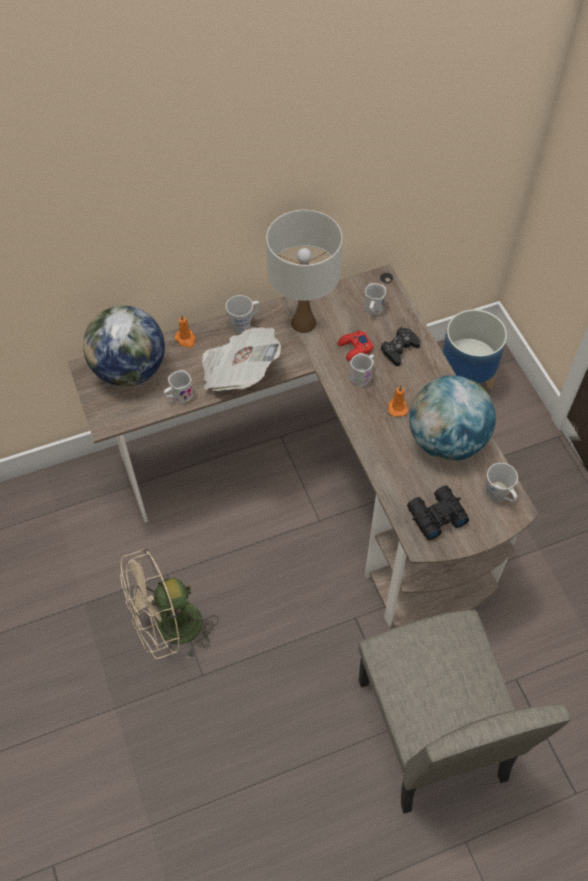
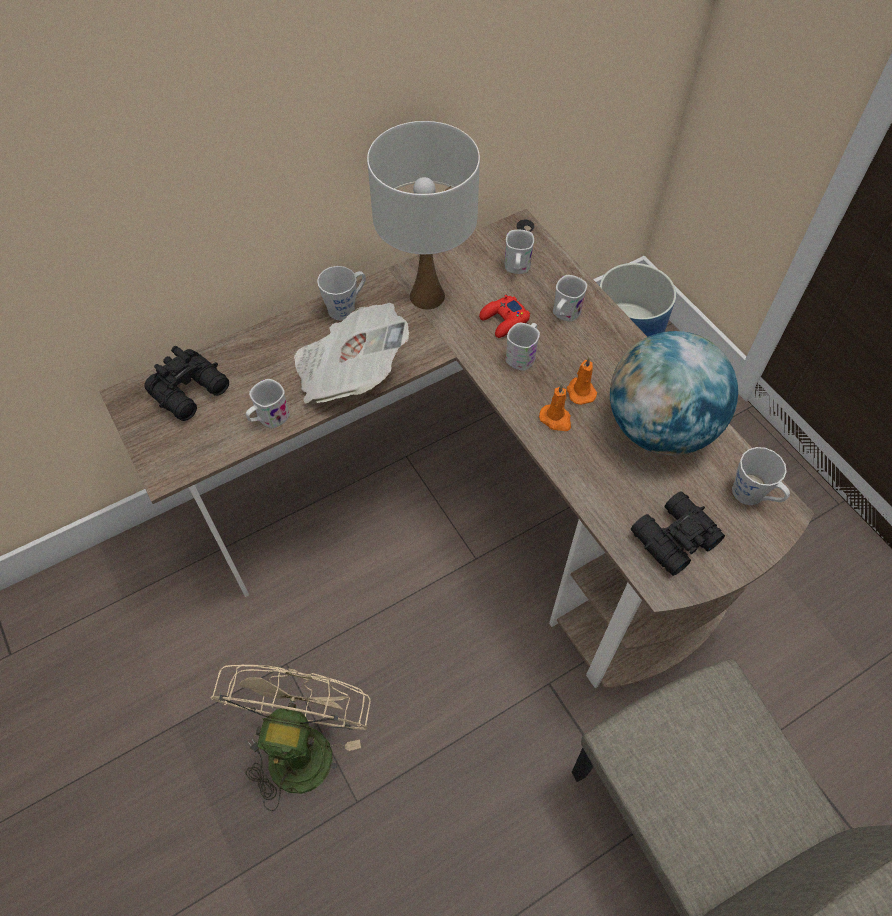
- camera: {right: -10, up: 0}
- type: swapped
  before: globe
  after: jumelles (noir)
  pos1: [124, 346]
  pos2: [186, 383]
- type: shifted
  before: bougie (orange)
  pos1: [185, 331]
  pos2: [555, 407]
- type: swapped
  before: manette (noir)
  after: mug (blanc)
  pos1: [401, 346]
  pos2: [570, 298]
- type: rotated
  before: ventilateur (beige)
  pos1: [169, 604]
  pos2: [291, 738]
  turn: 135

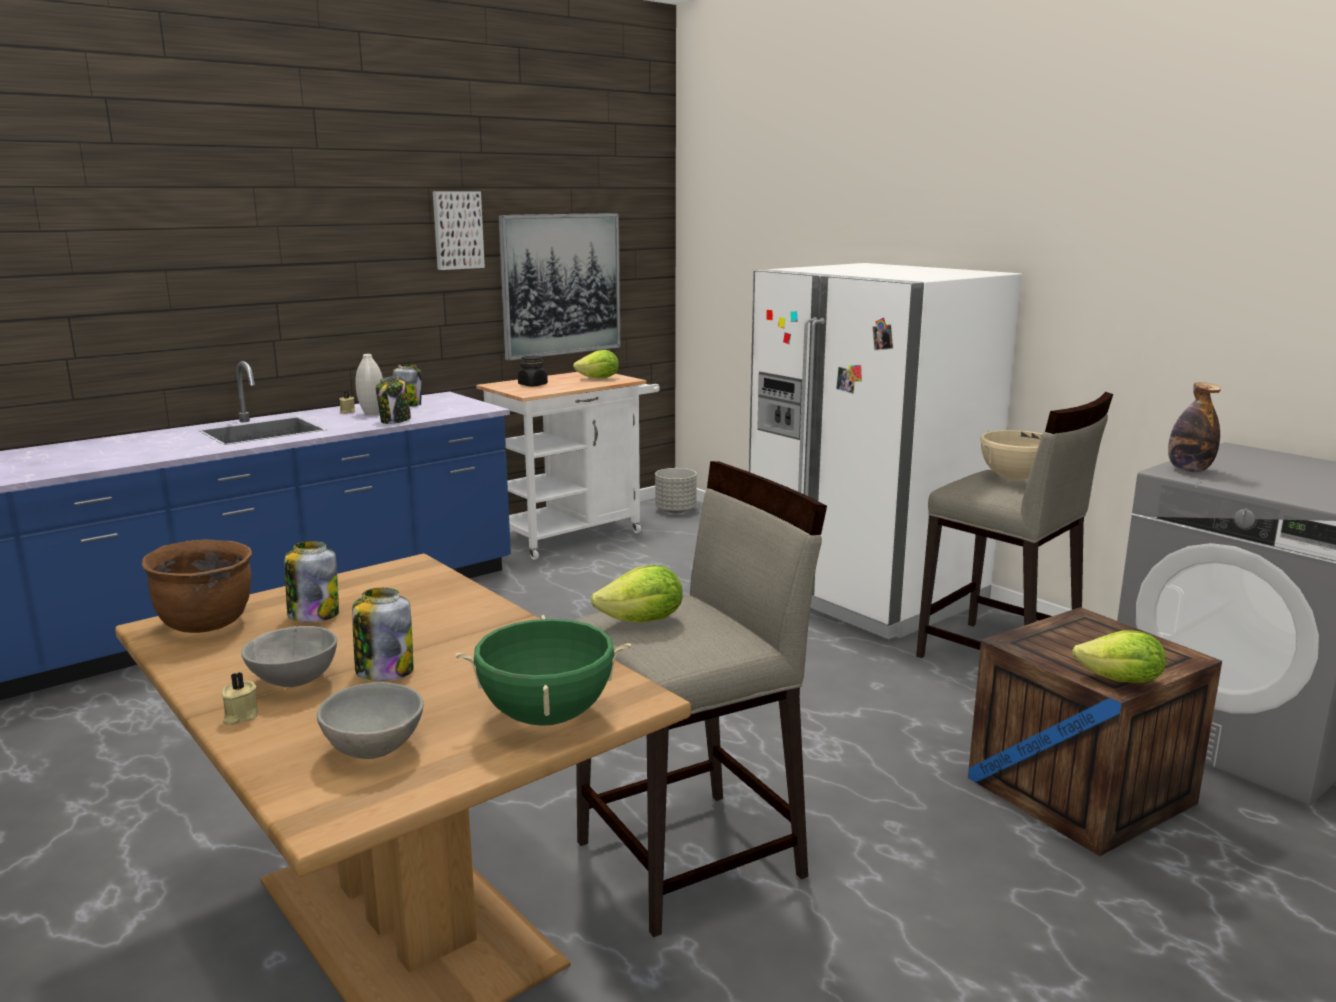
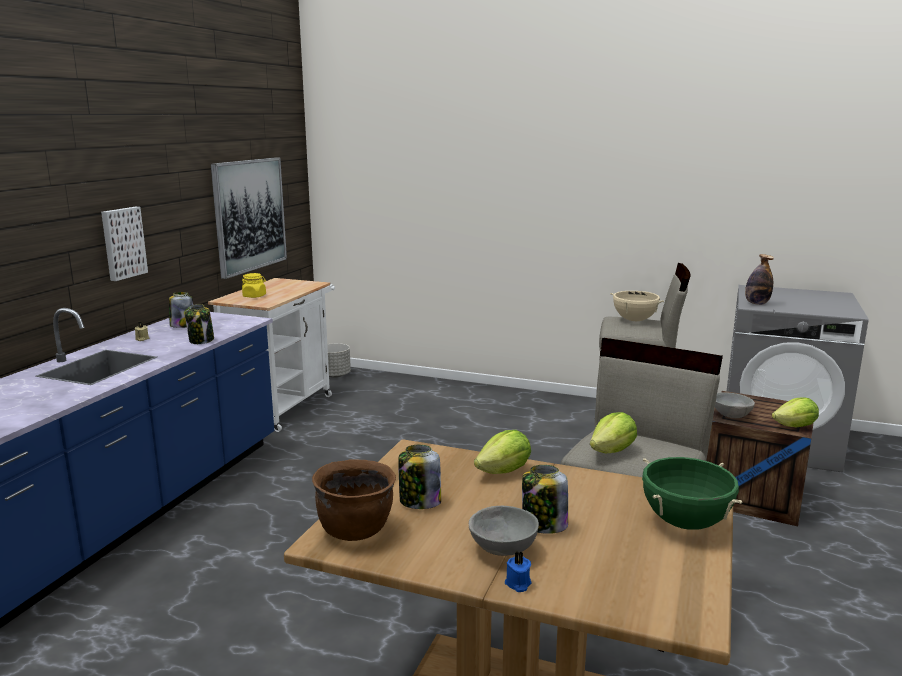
- camera: {right: -30, up: 0}
- type: shifted
  before: tableau
  pos1: [459, 231]
  pos2: [124, 244]
- type: gone
  before: réfrigérateur (blanc)
  pos1: [885, 451]
- type: shifted
  before: laitue
  pos1: [596, 364]
  pos2: [502, 452]
- type: gone
  before: vase (blanc)
  pos1: [369, 384]
- type: repainted
  before: bocal (noir)
  after: bocal (jaune)
  pos1: [533, 371]
  pos2: [254, 285]
- type: repainted
  before: bougie (beige)
  after: bougie (bleu)
  pos1: [240, 698]
  pos2: [518, 571]
- type: shifted
  before: bol (gris)
  pos1: [370, 720]
  pos2: [735, 405]

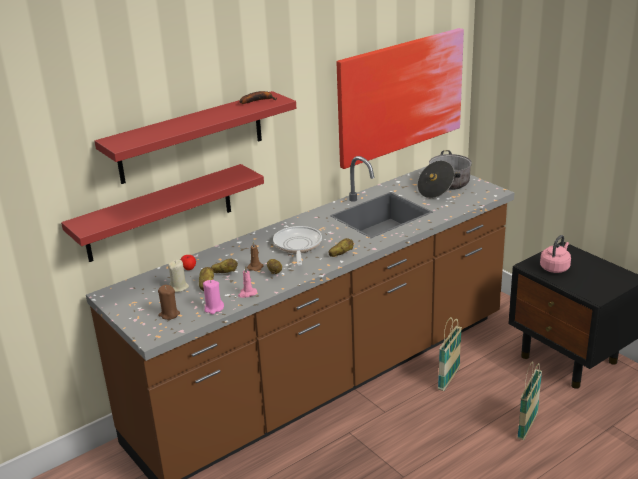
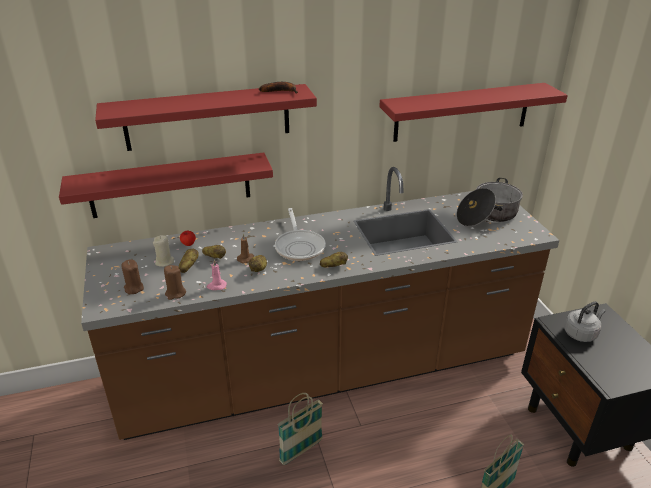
- camera: {right: 20, up: 5}
- type: swapped
  before: tableau
  after: étagère (rouge)
  pos1: [400, 98]
  pos2: [473, 112]
- type: rotated
  before: poêle
  pos1: [297, 245]
  pos2: [300, 234]
  turn: 150
- type: repainted
  before: bouilloire (rose)
  after: bouilloire (gris)
  pos1: [555, 254]
  pos2: [585, 321]
- type: repainted
  before: bougie (rose)
  after: bougie (marron)
  pos1: [213, 297]
  pos2: [175, 282]
- type: shifted
  before: panier
  pos1: [450, 354]
  pos2: [300, 429]

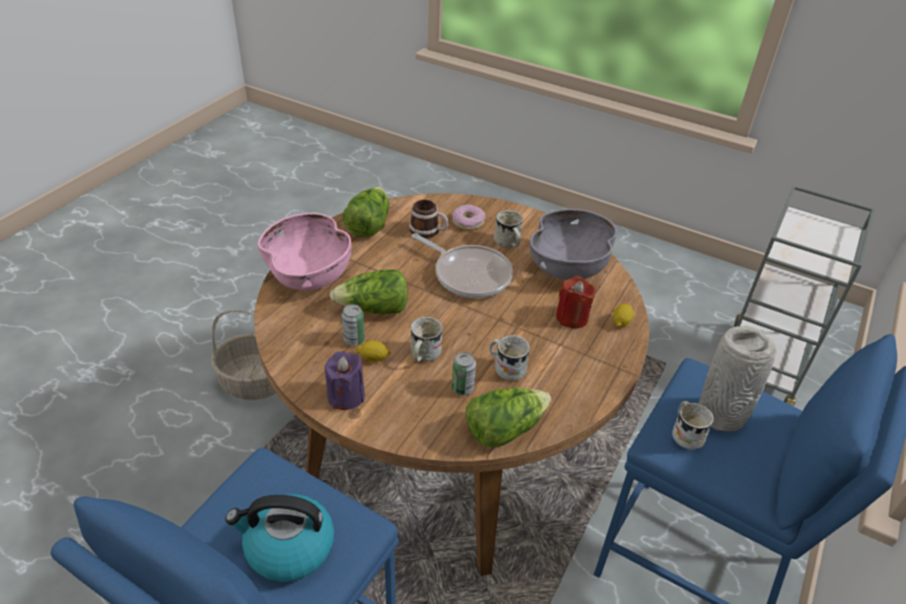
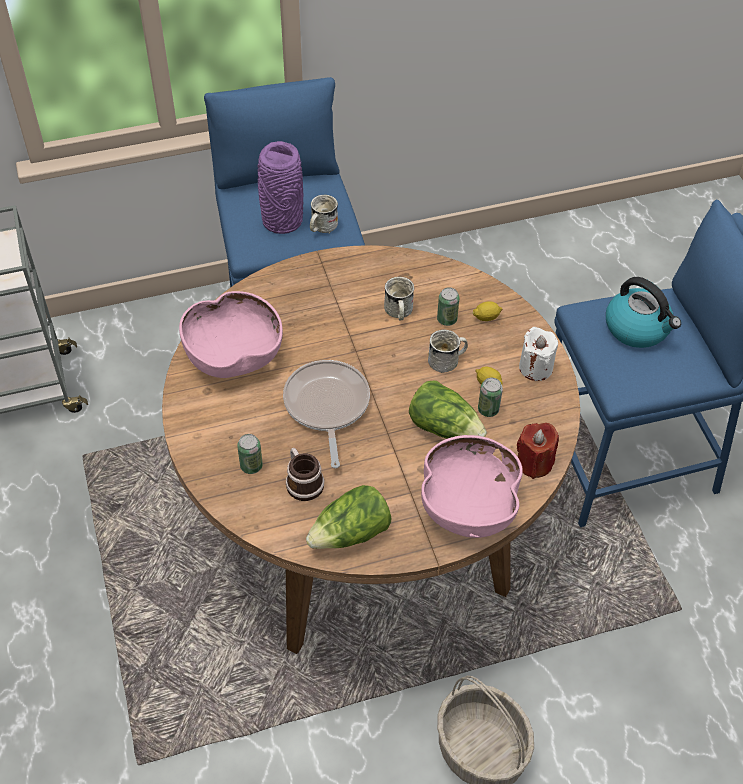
- camera: {right: -135, up: 10}
- type: swapped
  before: beignet
  after: boîte métallique
  pos1: [468, 217]
  pos2: [250, 454]
- type: repainted
  before: bol (gris)
  after: bol (rose)
  pos1: [573, 244]
  pos2: [231, 334]
- type: gone
  before: mug (blanc)
  pos1: [508, 229]
- type: shifted
  before: bougie (rouge)
  pos1: [576, 302]
  pos2: [538, 451]
- type: shifted
  before: citron
  pos1: [623, 316]
  pos2: [487, 311]
- type: repainted
  before: vase (gris)
  after: vase (violet)
  pos1: [738, 378]
  pos2: [280, 187]
- type: repainted
  before: bougie (violet)
  after: bougie (blanc)
  pos1: [345, 380]
  pos2: [538, 354]
- type: gone
  before: laitue
  pos1: [508, 417]

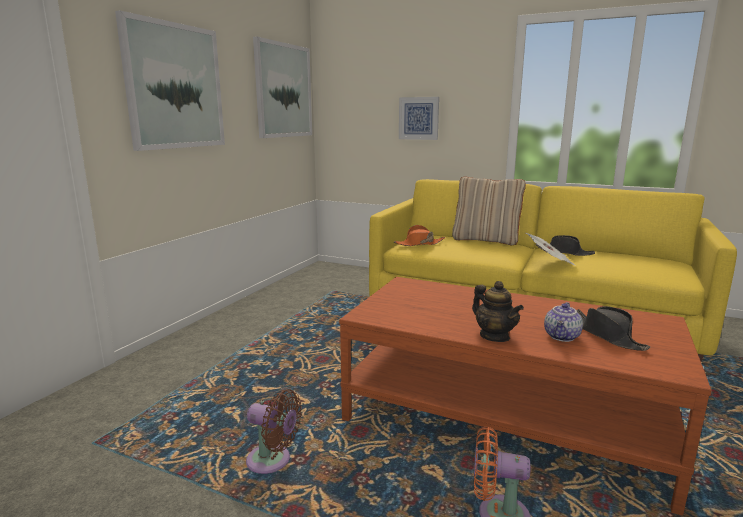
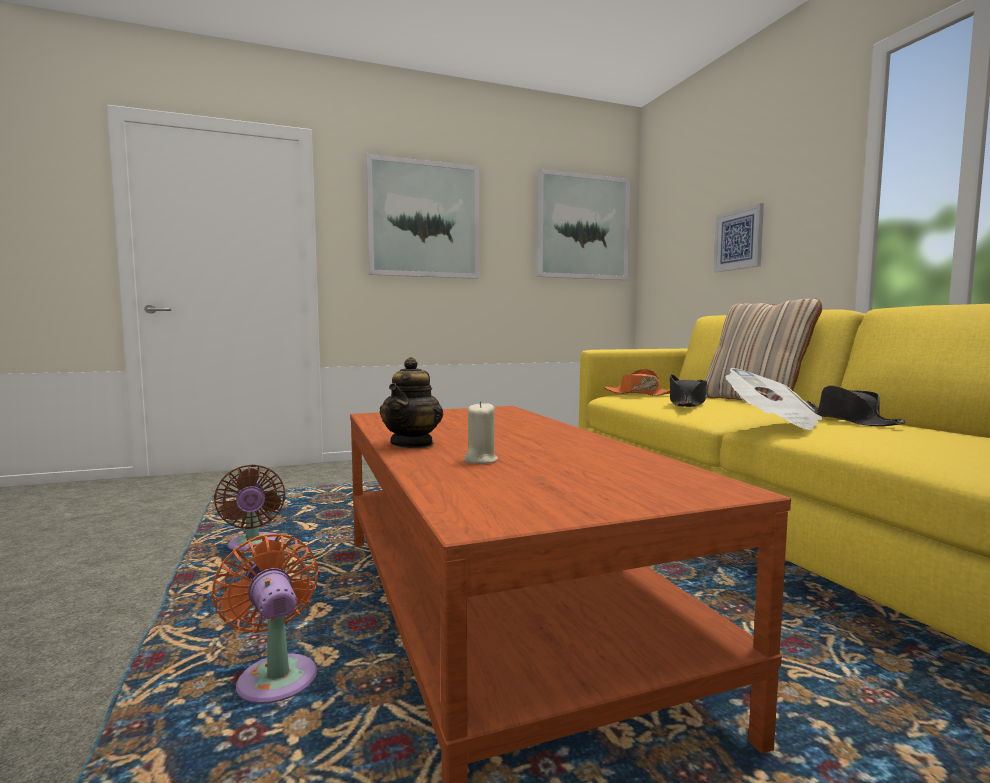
- camera: {right: 45, up: -10}
- type: swapped
  before: théière
  after: bougie (beige)
  pos1: [563, 322]
  pos2: [481, 432]
- type: shifted
  before: chapeau (noir)
  pos1: [613, 328]
  pos2: [688, 390]

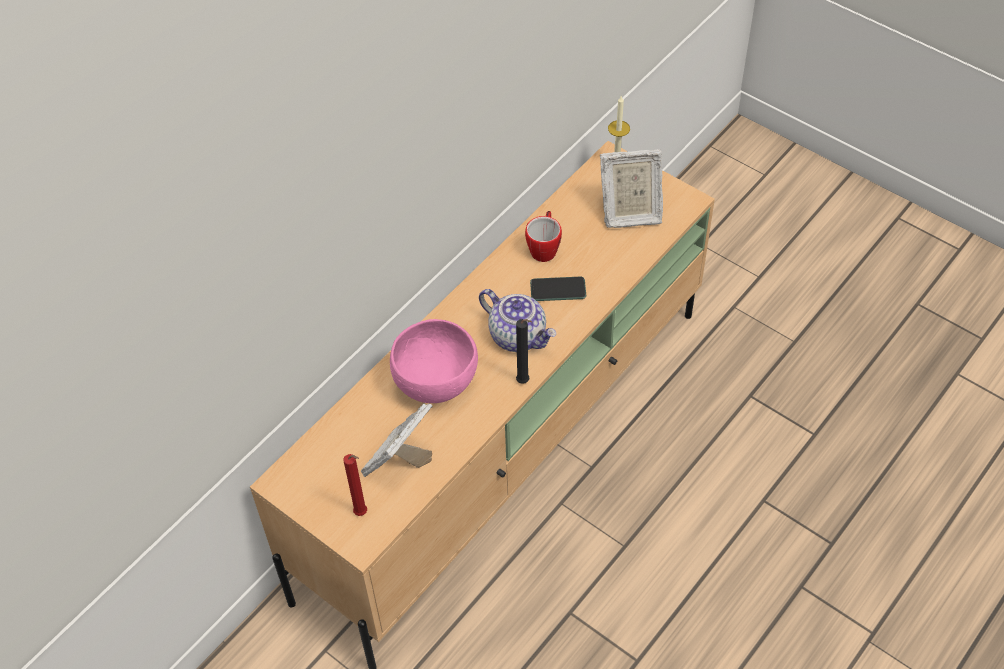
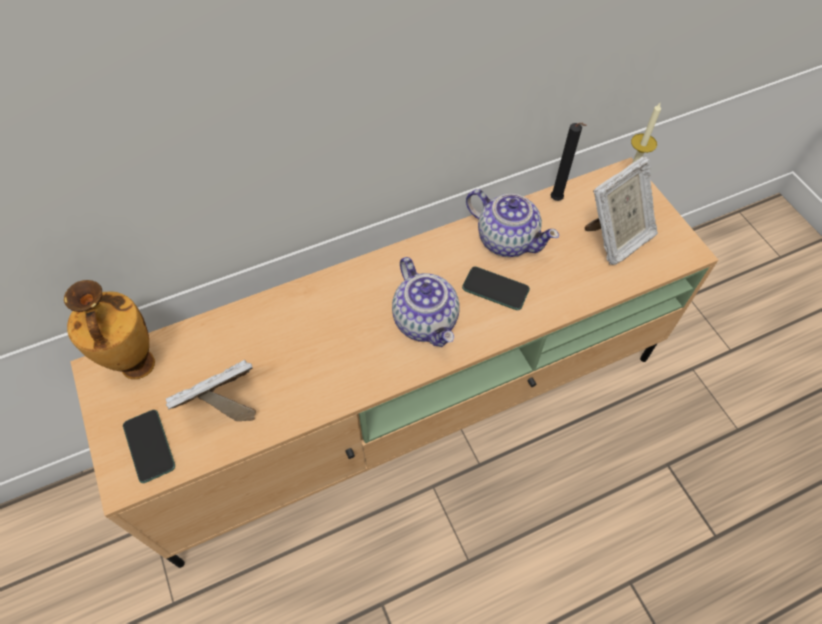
- camera: {right: 25, up: 5}
- type: rotated
  before: cadre photo
  pos1: [631, 188]
  pos2: [621, 210]
  turn: -60
- type: swapped
  before: mug
  after: théière
  pos1: [543, 236]
  pos2: [512, 223]
- type: gone
  before: bol (rose)
  pos1: [434, 361]
- type: shifted
  before: bougie (noir)
  pos1: [524, 351]
  pos2: [569, 162]
- type: swapped
  before: bougie (rouge)
  after: téléphone
  pos1: [355, 485]
  pos2: [149, 446]
- type: new
  after: vase
  pos2: [109, 329]

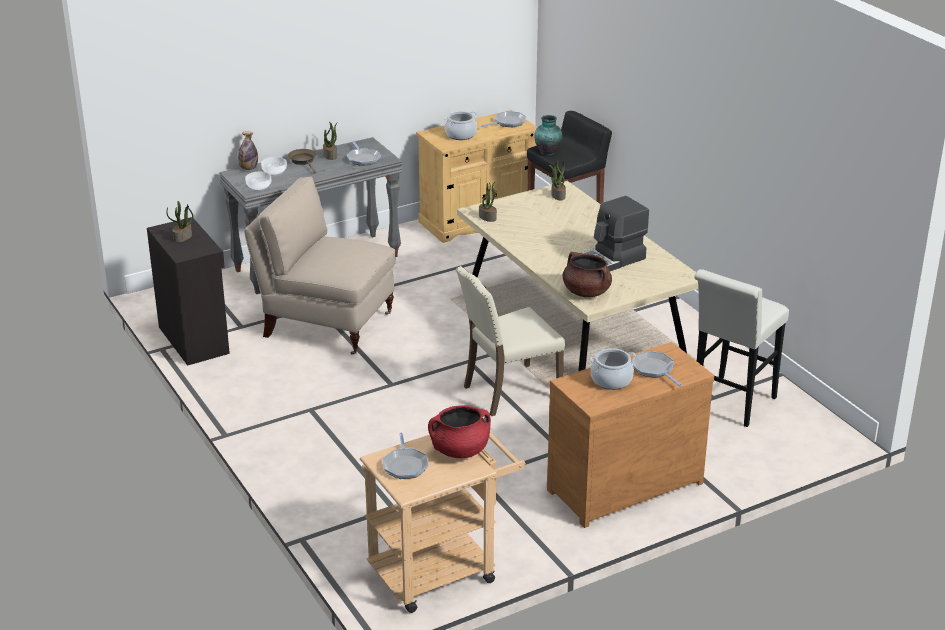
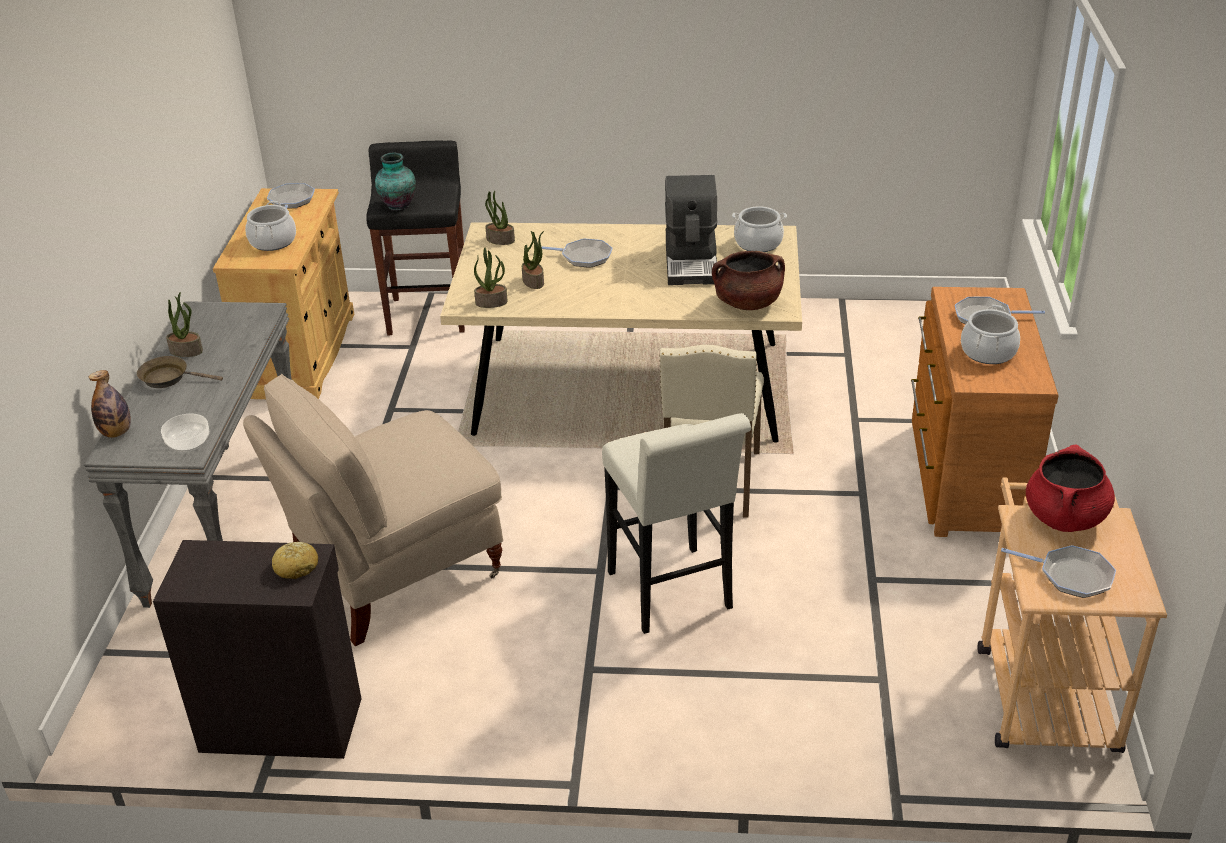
- camera: {right: -55, up: 5}
- type: shifted
  before: poêle
  pos1: [364, 153]
  pos2: [577, 253]
- type: gone
  before: bol
  pos1: [274, 166]
- type: shifted
  before: plante en pot
  pos1: [180, 221]
  pos2: [533, 260]
- type: shifted
  before: tabouret (blanc)
  pos1: [741, 348]
  pos2: [676, 523]
- type: new
  after: marmite
  pos2: [759, 229]
- type: new
  after: pain
  pos2: [295, 560]

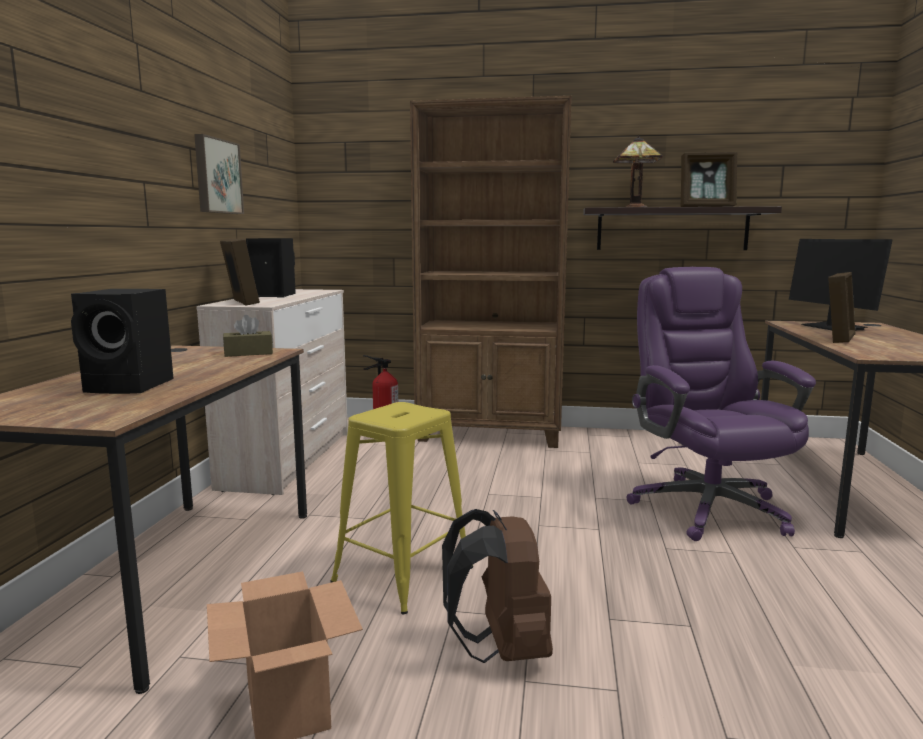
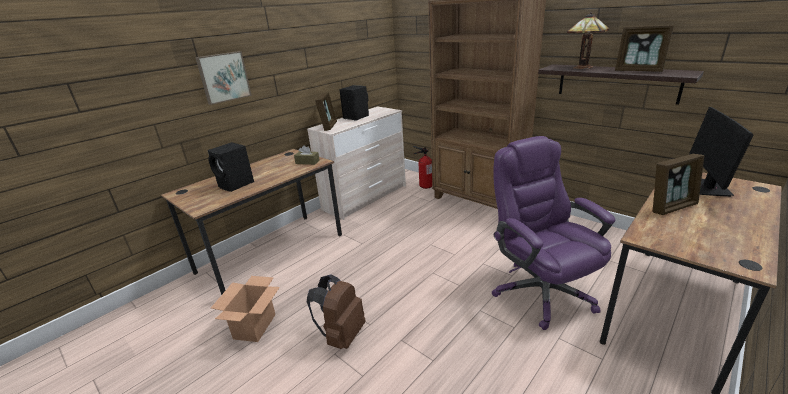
- camera: {right: 35, up: 15}
- type: shifted
  before: tableau
  pos1: [219, 174]
  pos2: [223, 78]
- type: rotated
  before: chaise de bureau (violet)
  pos1: [721, 404]
  pos2: [553, 233]
  turn: -45
- type: gone
  before: tabouret (jaune)
  pos1: [401, 508]

